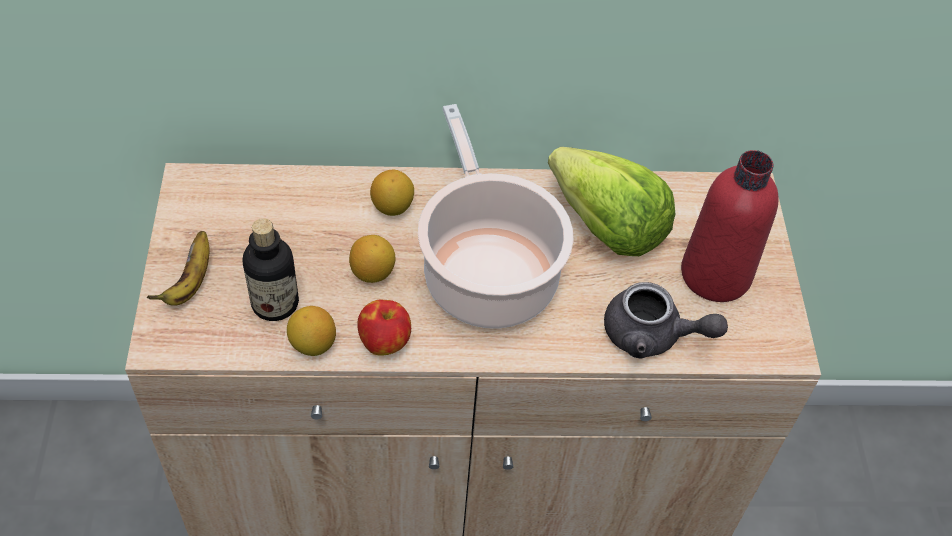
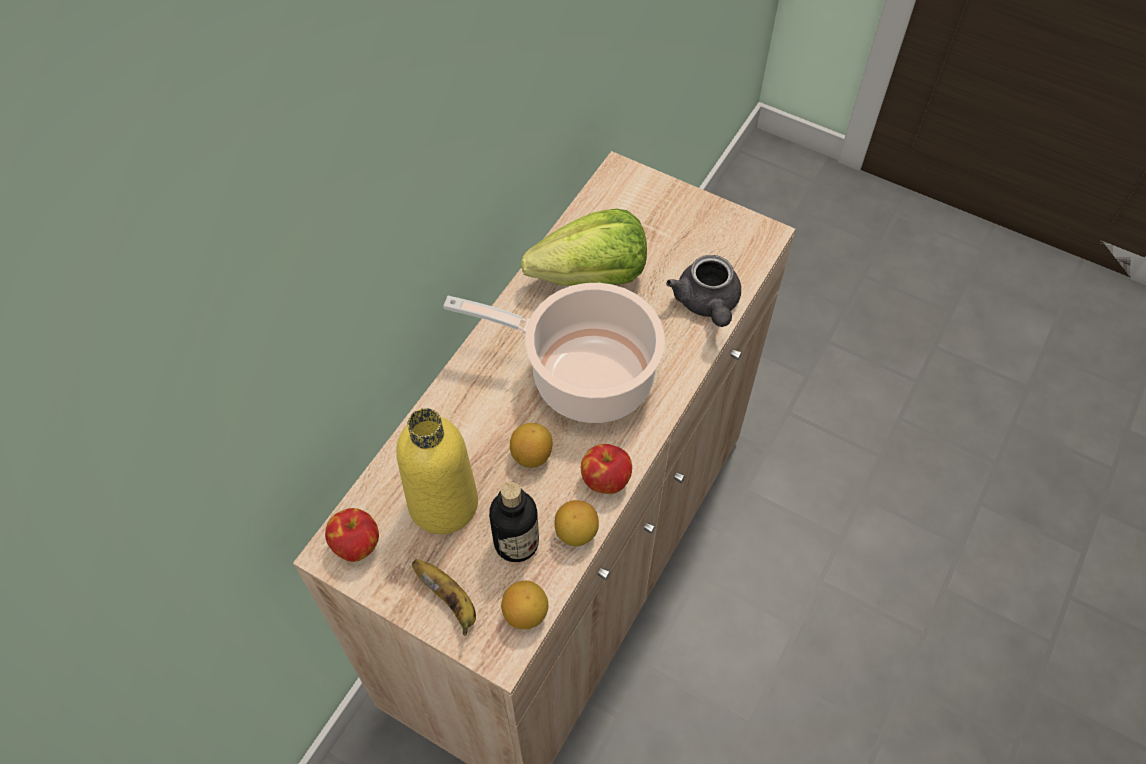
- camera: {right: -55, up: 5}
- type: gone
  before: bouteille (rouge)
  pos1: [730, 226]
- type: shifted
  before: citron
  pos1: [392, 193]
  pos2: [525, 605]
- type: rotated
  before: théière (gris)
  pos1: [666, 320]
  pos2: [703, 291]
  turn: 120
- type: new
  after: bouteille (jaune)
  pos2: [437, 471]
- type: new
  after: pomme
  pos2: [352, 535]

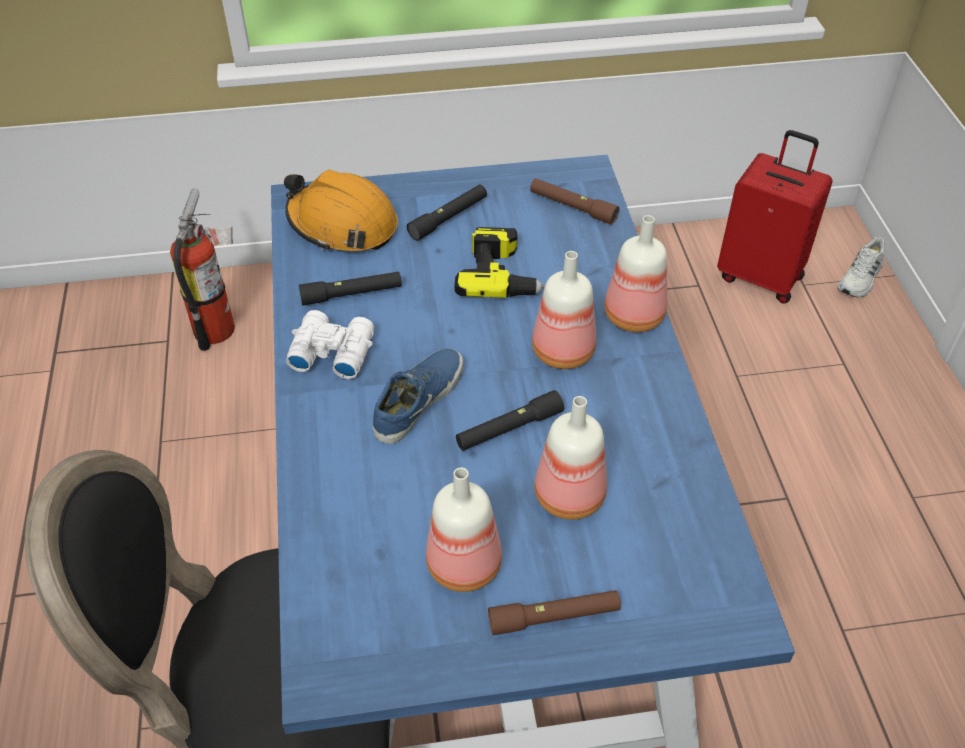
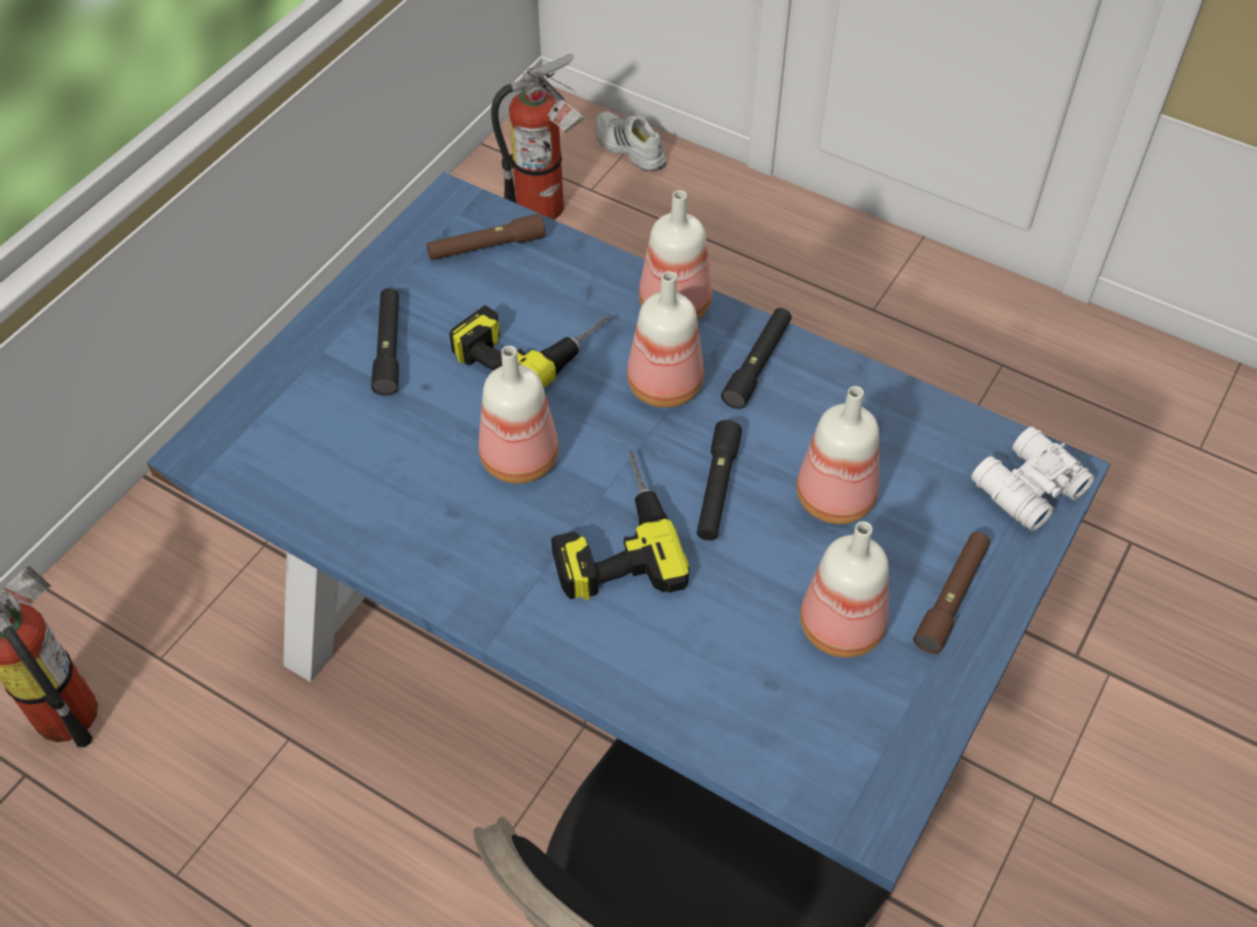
- camera: {right: -50, up: 5}
- type: swapped
  before: valise (rouge)
  after: extincteur
  pos1: [775, 217]
  pos2: [538, 137]
- type: gone
  before: casque de chantier (orange)
  pos1: [341, 210]
- type: rotated
  before: chaussure (blanc)
  pos1: [861, 267]
  pos2: [631, 141]
  turn: 150
- type: shifted
  before: lampe de poche (noir)
  pos1: [350, 289]
  pos2: [756, 358]
- type: shifted
  before: jumelles (blanc)
  pos1: [330, 344]
  pos2: [1033, 479]
- type: swapped
  before: chaussure (bleu)
  after: perceuse
  pos1: [418, 396]
  pos2: [620, 526]
- type: new
  after: bouteille
  pos2: [519, 415]

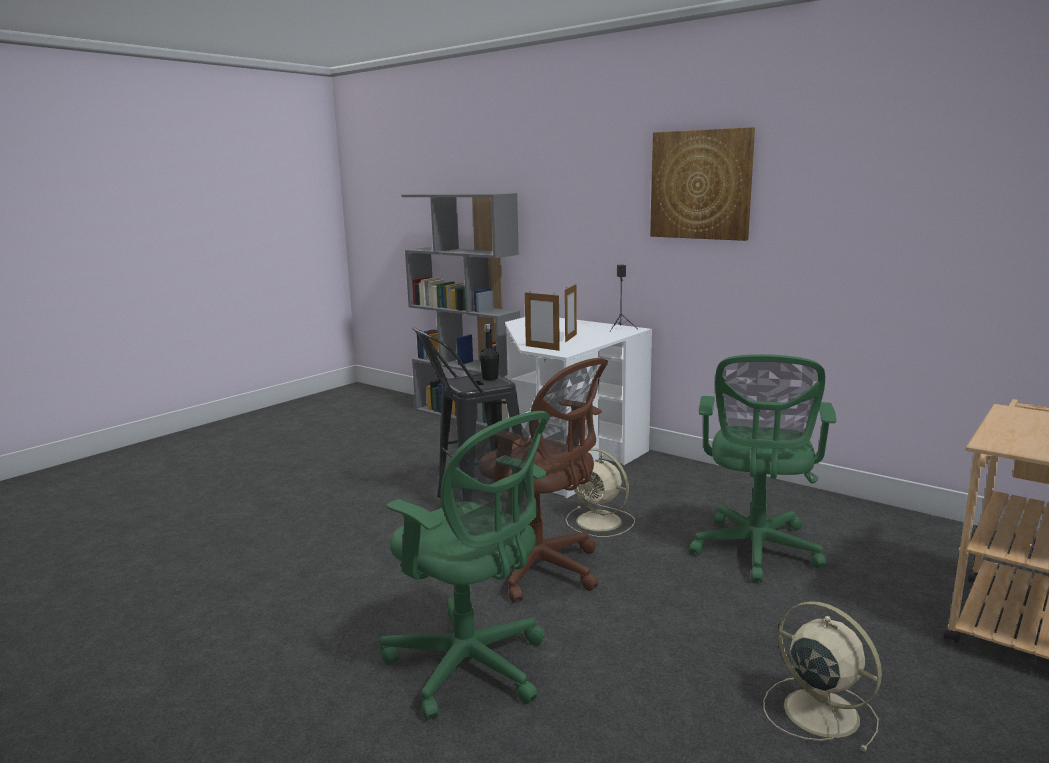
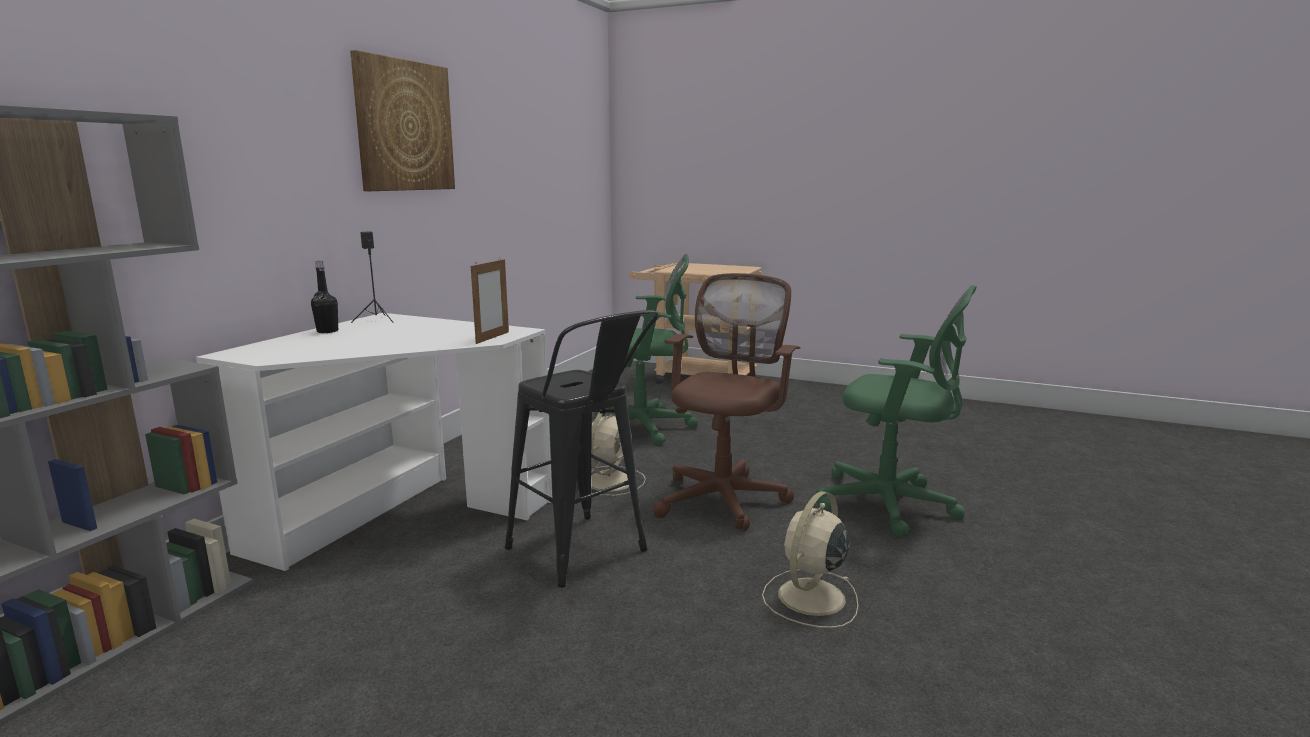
- camera: {right: -105, up: 0}
- type: gone
  before: cadre photo
  pos1: [571, 312]
- type: shifted
  before: bouteille (noir)
  pos1: [489, 352]
  pos2: [324, 297]
- type: rotated
  before: chaise de bureau (vert)
  pos1: [465, 565]
  pos2: [896, 411]
  turn: 90
- type: shifted
  before: ventilateur (beige)
  pos1: [822, 676]
  pos2: [810, 559]

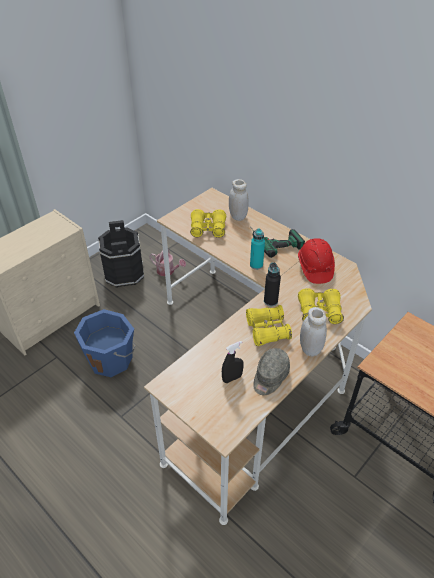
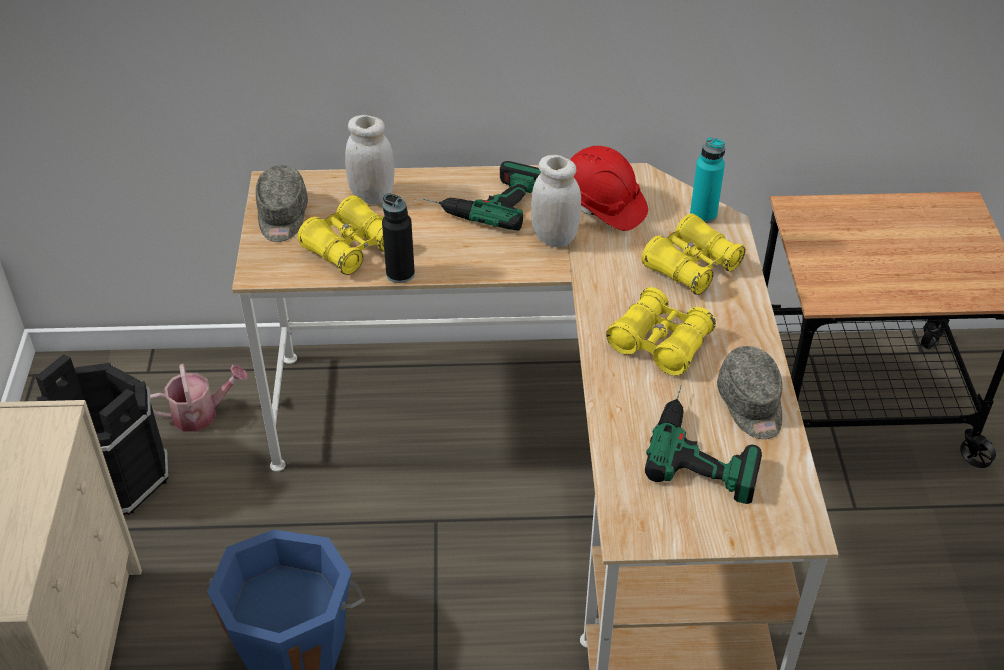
- camera: {right: -45, up: 0}
- type: shifted
  before: bouteille (turquoise)
  pos1: [257, 249]
  pos2: [707, 180]
- type: shifted
  before: bouteille (noir)
  pos1: [272, 284]
  pos2: [398, 238]
- type: shifted
  before: bocal (blanc)
  pos1: [313, 332]
  pos2: [556, 201]
- type: swapped
  before: vaporisateur (noir)
  after: perceuse
  pos1: [233, 362]
  pos2: [703, 444]
- type: new
  after: casquette (gris)
  pos2: [282, 203]

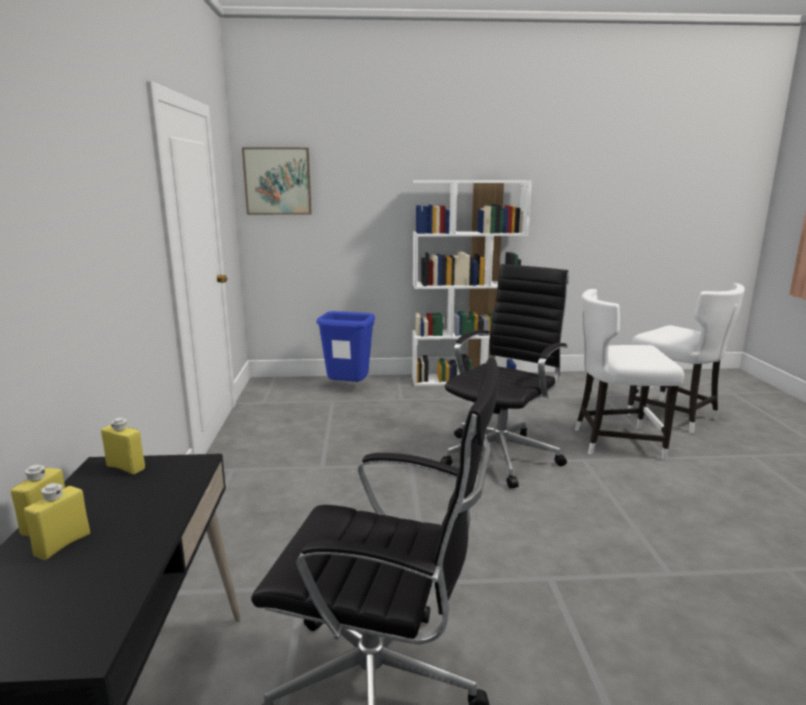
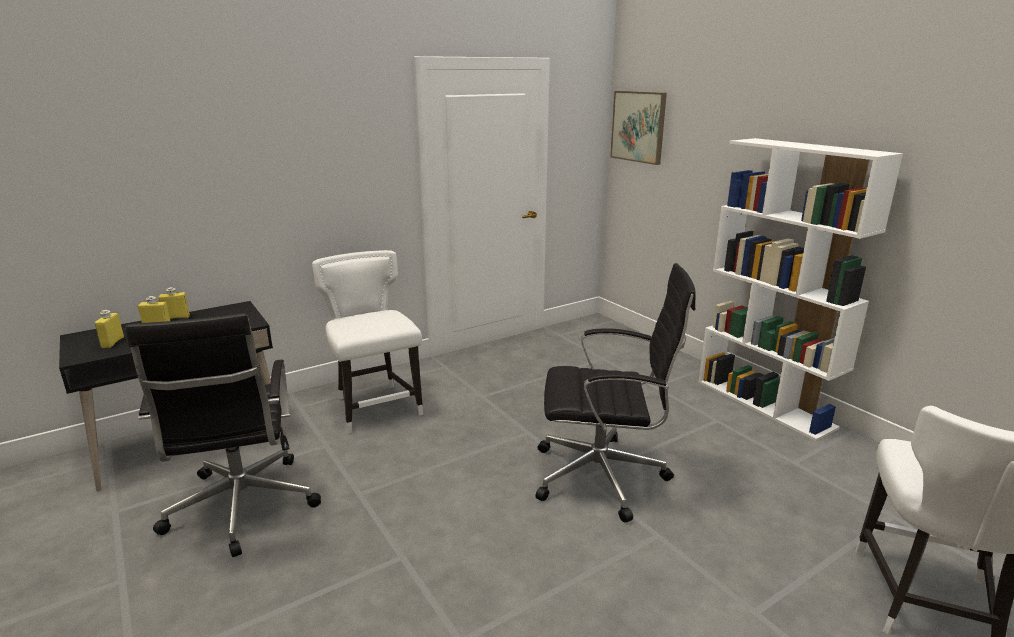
- camera: {right: 60, up: 5}
- type: shifted
  before: chaise (blanc)
  pos1: [629, 374]
  pos2: [367, 341]
- type: gone
  before: poubelle (bleu)
  pos1: [346, 346]
- type: shifted
  before: bouteille (jaune)
  pos1: [123, 446]
  pos2: [109, 329]

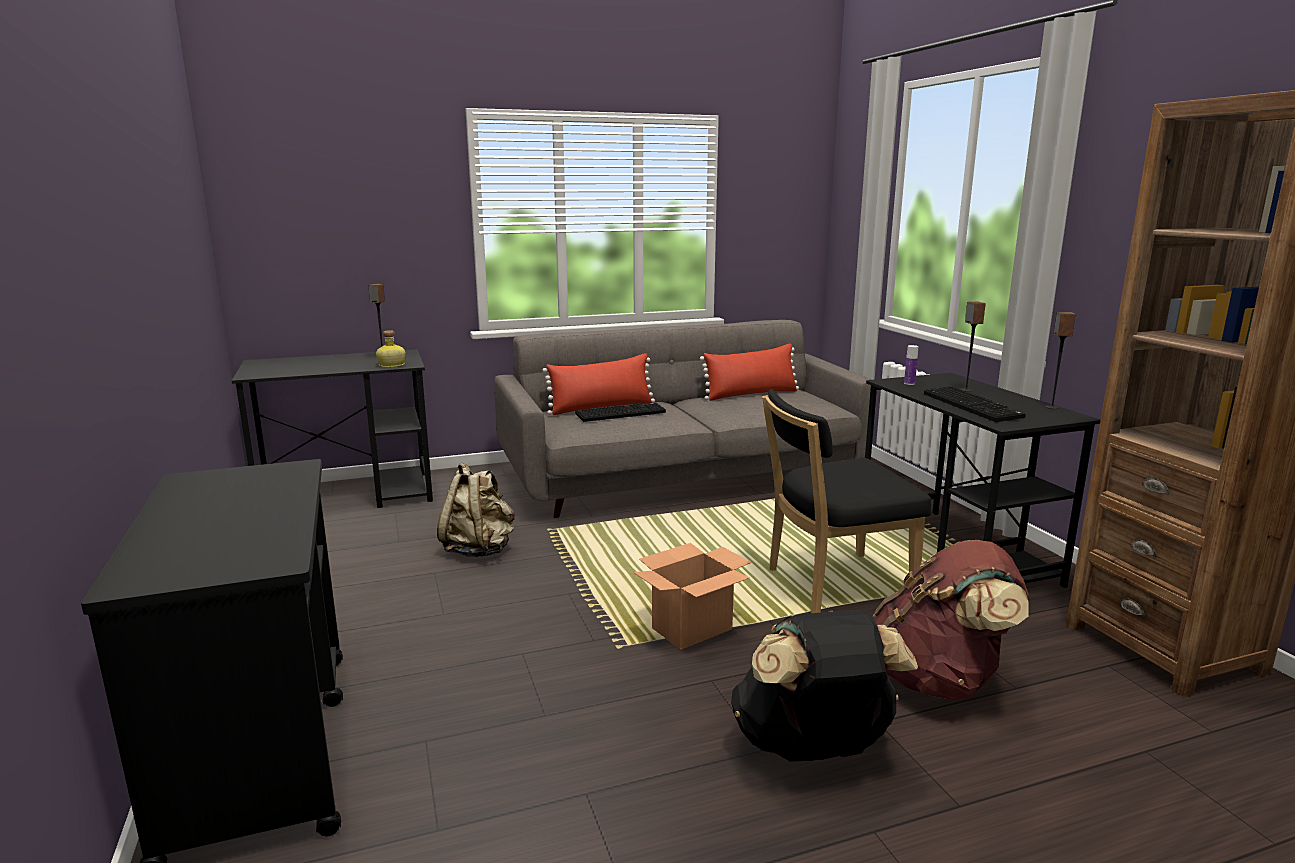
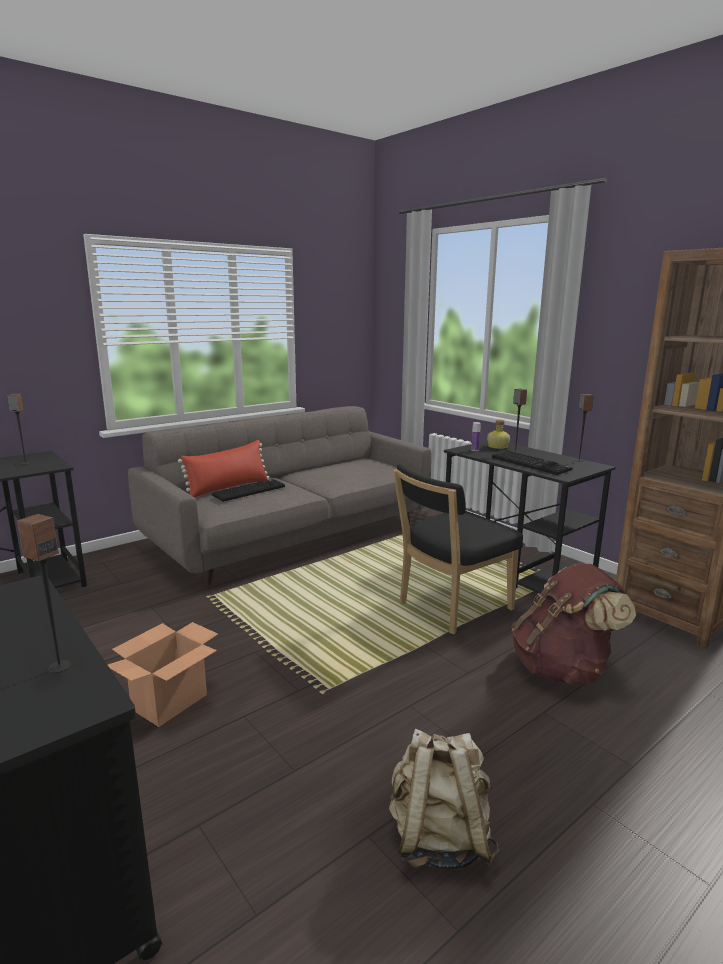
- camera: {right: -20, up: 0}
- type: shifted
  before: bouteille
  pos1: [391, 348]
  pos2: [498, 434]
- type: gone
  before: coussin (rouge)
  pos1: [749, 372]
- type: shifted
  before: sac à dos (beige)
  pos1: [475, 510]
  pos2: [444, 799]
- type: shifted
  before: carton
  pos1: [692, 596]
  pos2: [162, 674]
- type: gone
  before: sac à dos (noir)
  pos1: [824, 686]
- type: new
  after: enceinte
  pos2: [44, 593]

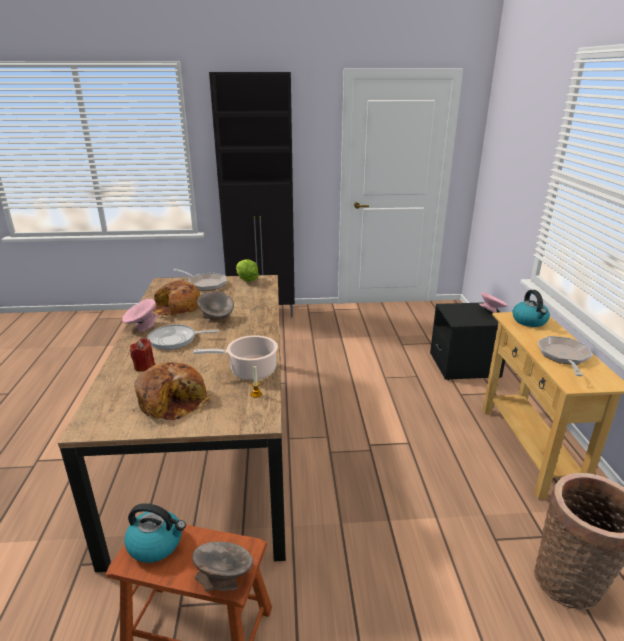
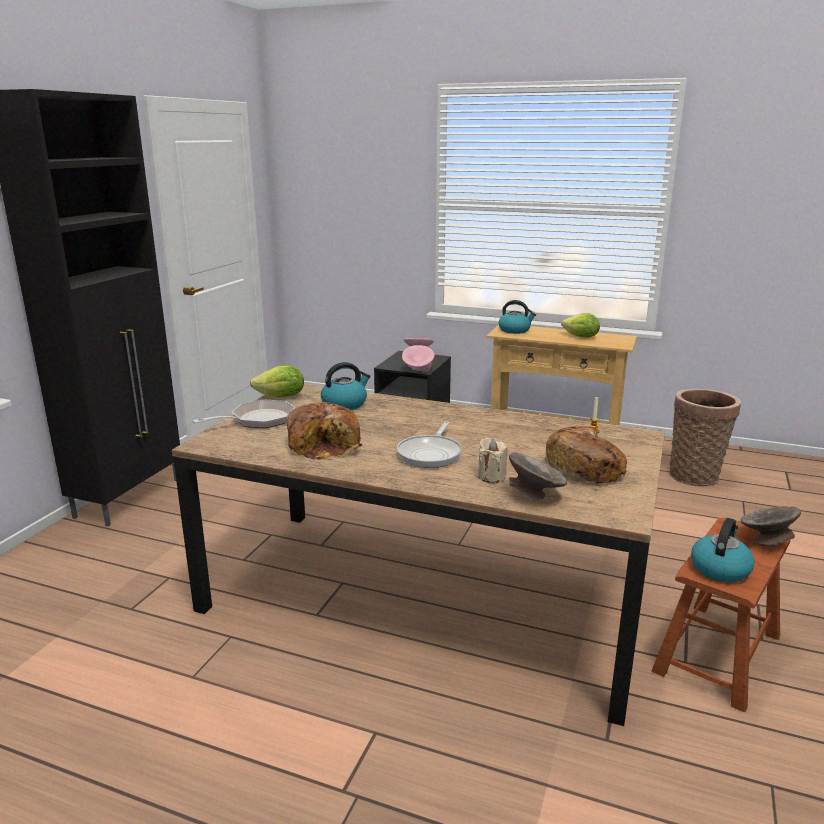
- camera: {right: -65, up: -5}
- type: shifted
  before: bol (gris)
  pos1: [215, 306]
  pos2: [538, 476]
- type: shifted
  before: bol (rose)
  pos1: [140, 315]
  pos2: [418, 358]
- type: gone
  before: marmite
  pos1: [236, 357]
- type: swapped
  before: poêle
  after: laitue
  pos1: [565, 356]
  pos2: [580, 325]
- type: repainted
  before: bougie (rouge)
  after: bougie (beige)
  pos1: [142, 355]
  pos2: [493, 460]
- type: new
  after: bouilloire
  pos2: [345, 386]

